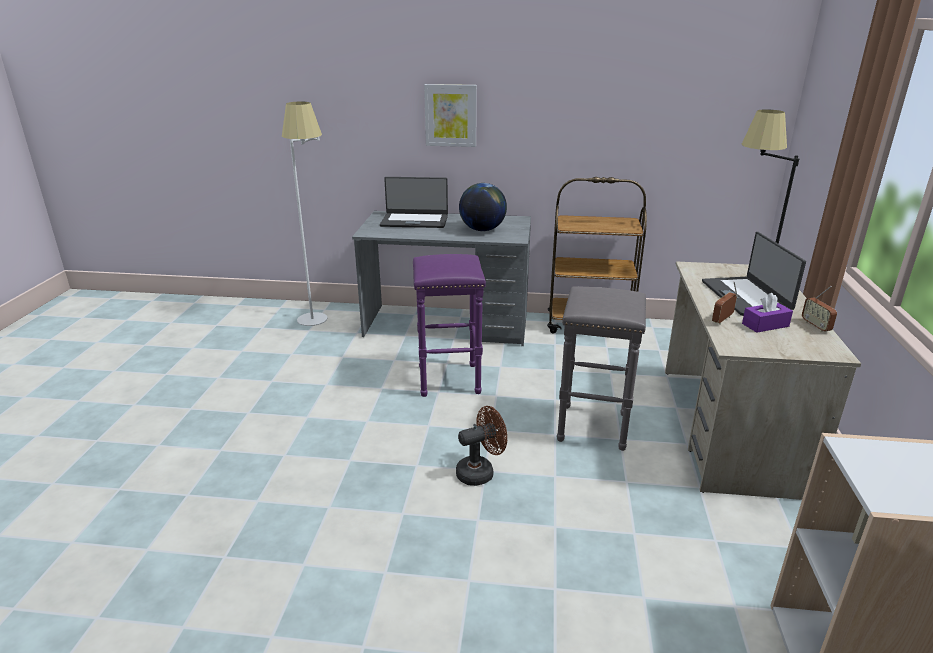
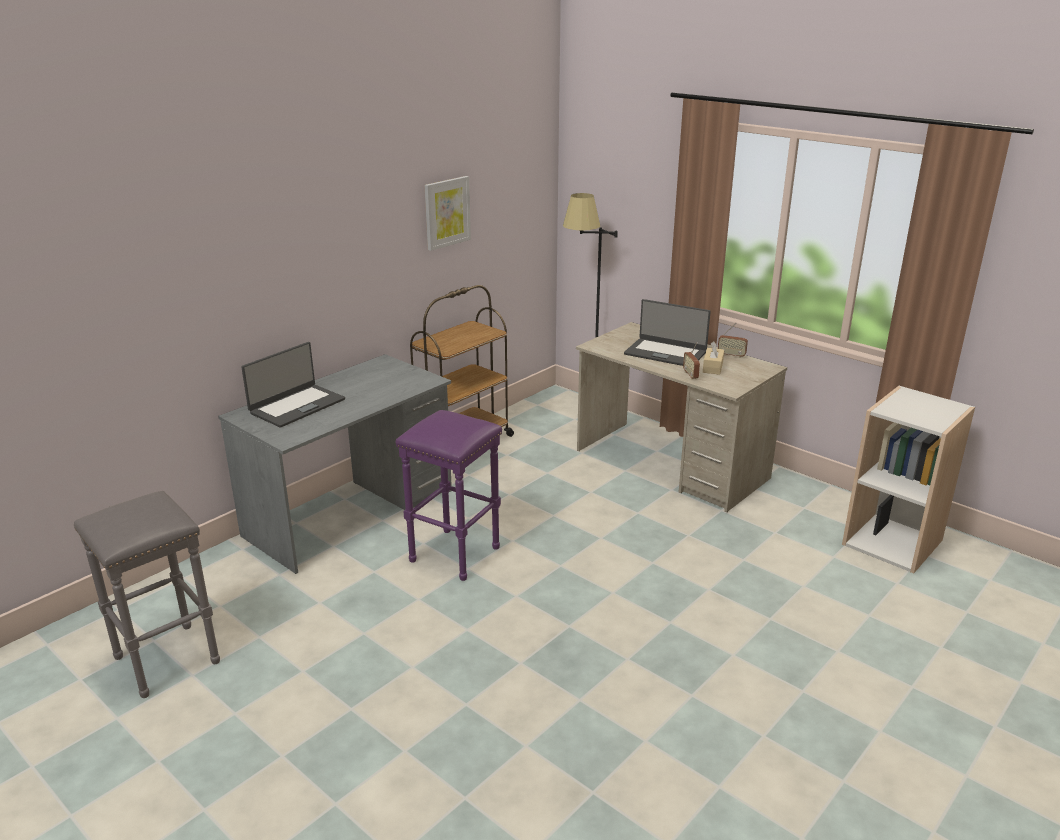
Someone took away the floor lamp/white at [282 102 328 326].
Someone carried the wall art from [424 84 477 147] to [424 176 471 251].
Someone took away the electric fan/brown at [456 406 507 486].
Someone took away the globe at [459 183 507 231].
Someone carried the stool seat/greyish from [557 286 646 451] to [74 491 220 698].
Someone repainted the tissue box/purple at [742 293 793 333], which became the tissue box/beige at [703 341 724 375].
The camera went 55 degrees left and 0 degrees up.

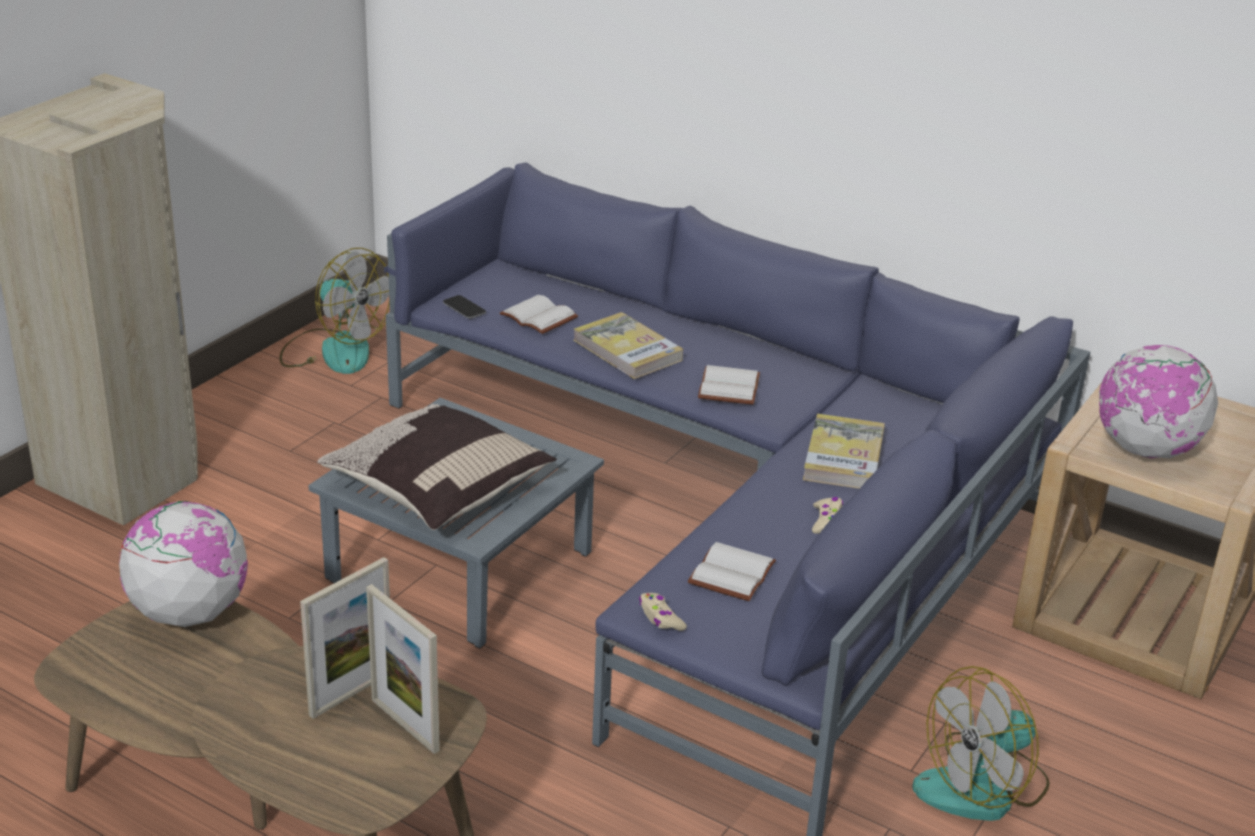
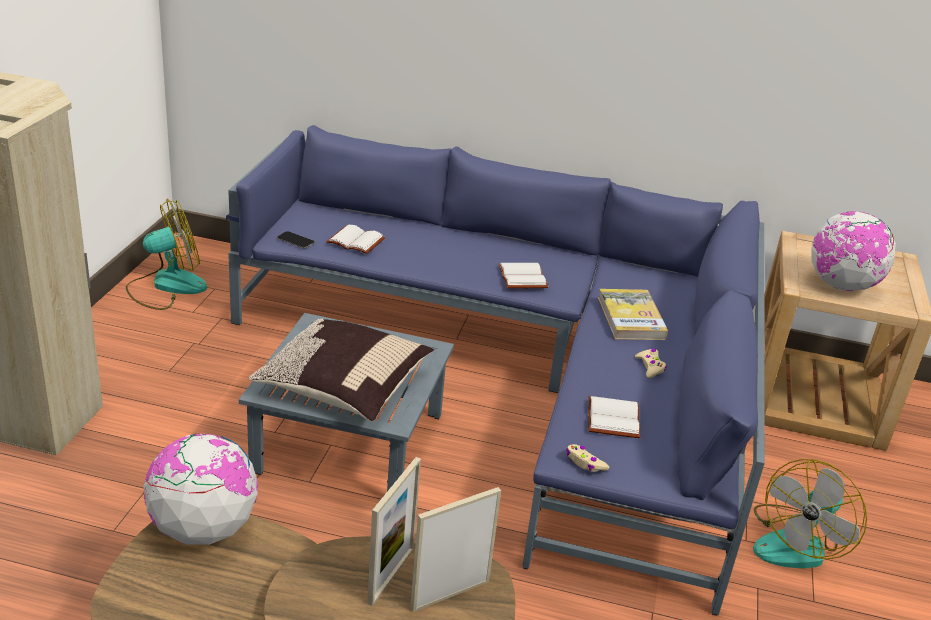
Someone rotated the electric fan at [279 248 390 374] by 45 degrees counterclockwise.
Someone rotated the standing frame at [366 584 440 754] by 120 degrees clockwise.
Someone took away the volume at [573 312 683 379].
The camera went 20 degrees left and 0 degrees up.

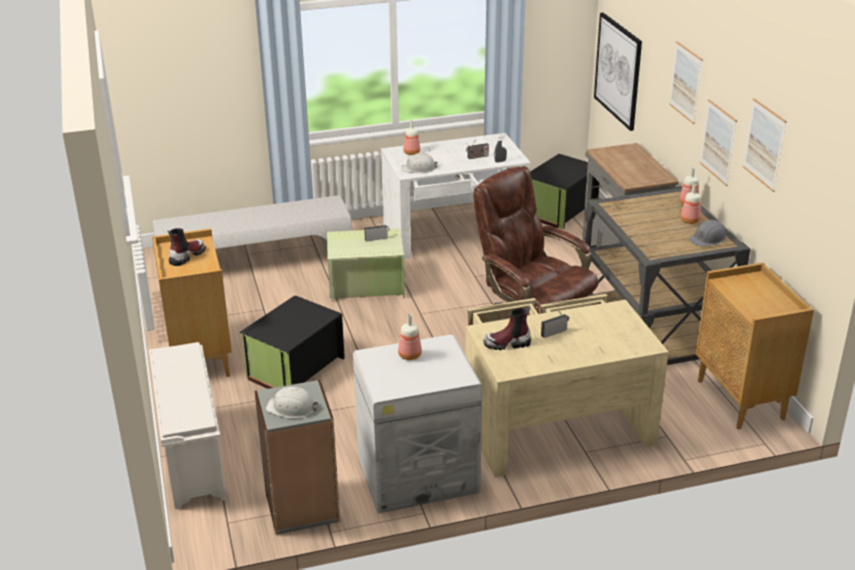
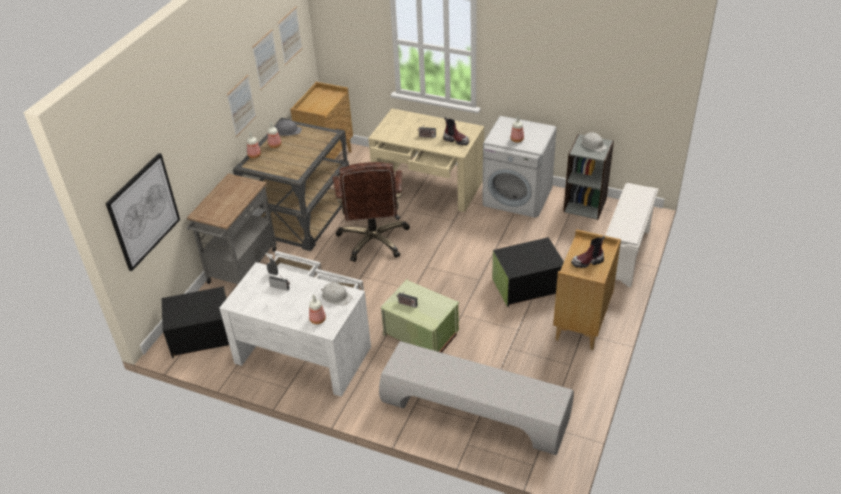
Someone carried the wall art from [669 41 703 124] to [278 7 302 65].
The camera went 140 degrees left and 10 degrees up.

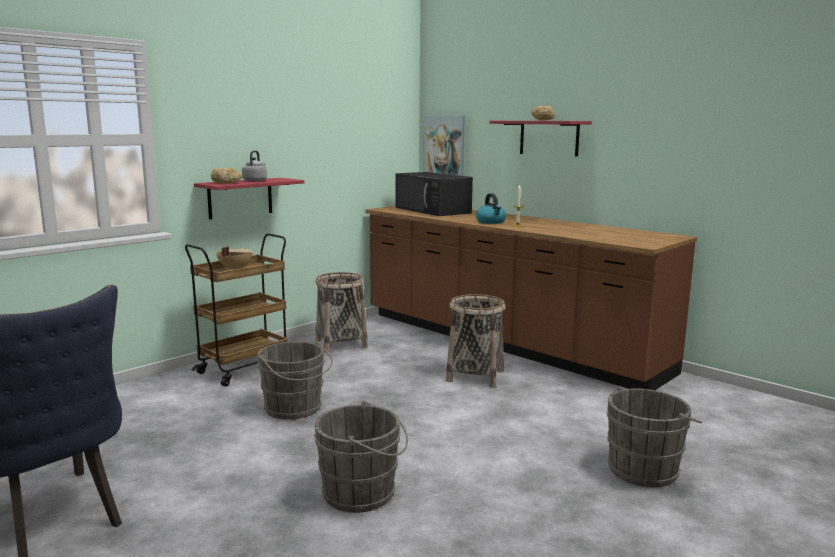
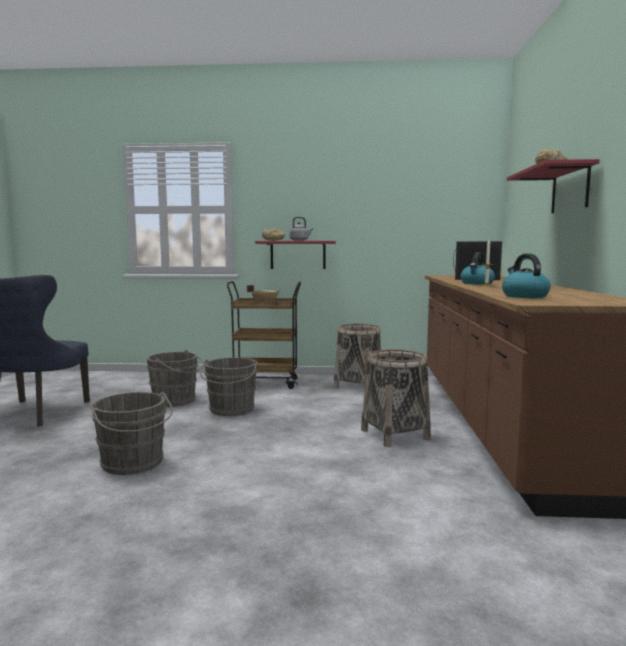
Someone took away the wall art at [424 116 465 176].
Someone carried the pail/greyish from [607 386 702 488] to [146 350 204 407].
Someone put down the tea kettle at [502 253 551 298].
The camera went 50 degrees right and 5 degrees down.

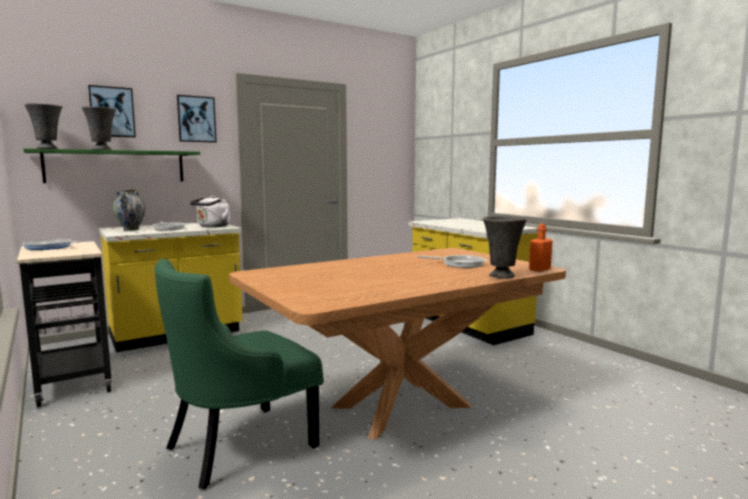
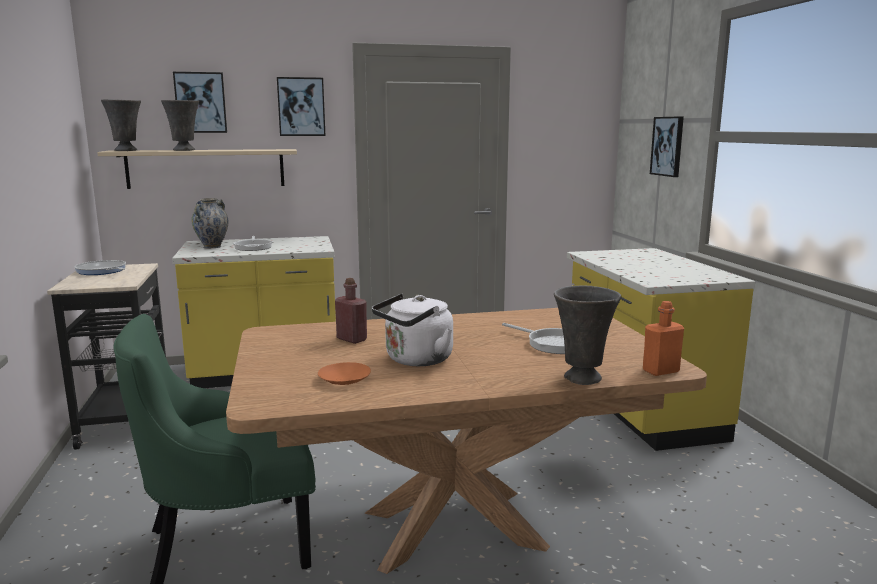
Someone repainted the shelf/green at [23 148 200 183], which became the shelf/beige at [97 149 297 189].
Someone carried the tea kettle/white from [190 196 230 227] to [372 294 453 366].
Someone put down the flat dish/orange at [318 362 371 385].
Someone put down the beverage bottle/reddish at [335 278 367 344].
Someone put up the wall art at [650 116 684 177].
The camera went 20 degrees right and 5 degrees up.

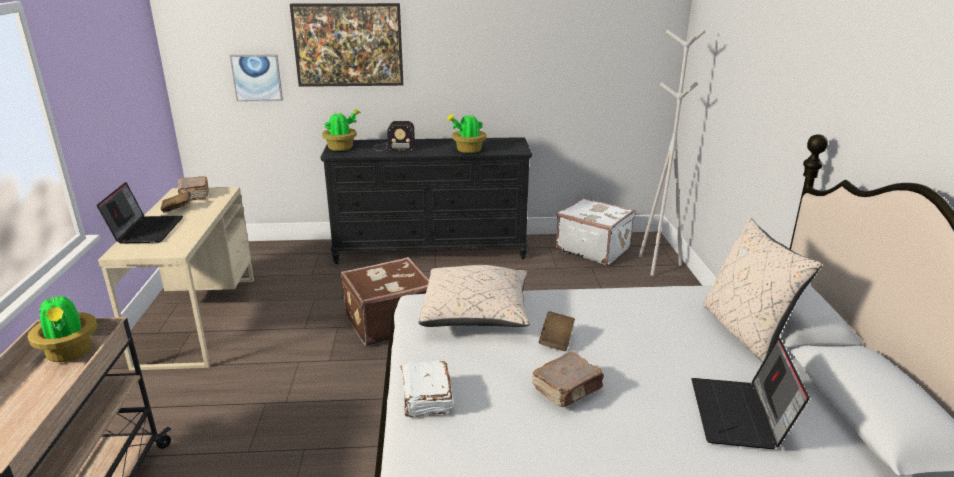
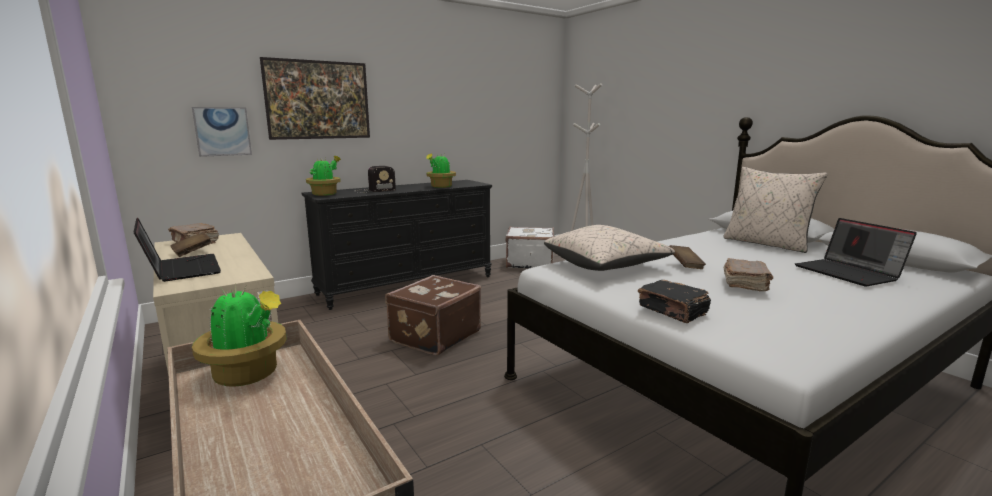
Someone repainted the volume/white at [400 360 454 417], which became the volume/black at [638 280 711 323].
The camera went 30 degrees left and 10 degrees down.

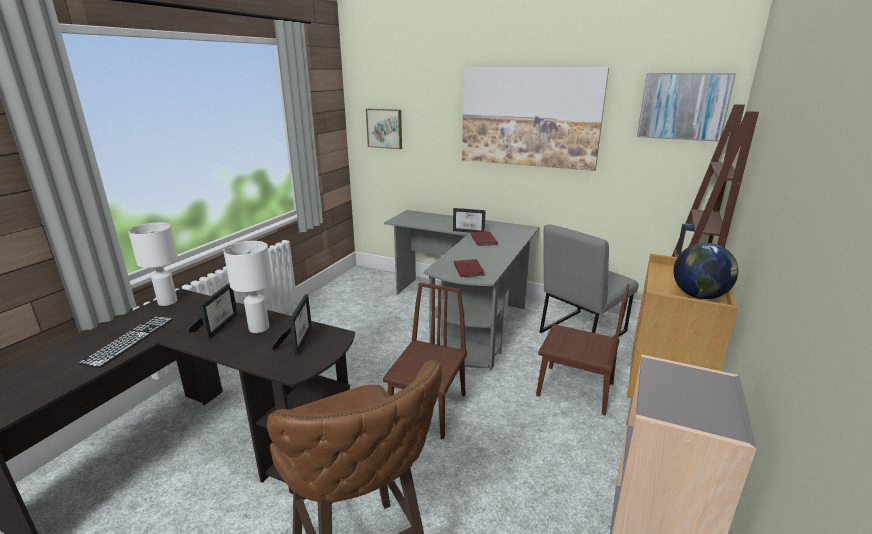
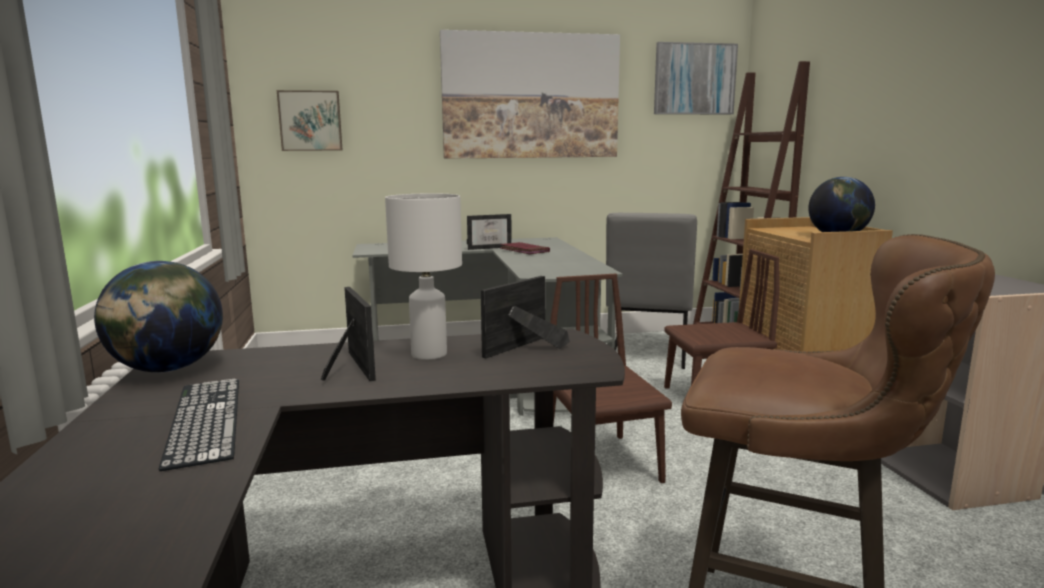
Someone swapped the tabletop lamp/white at [128 223 178 306] for the globe at [94 261 223 373].
Someone rotated the standing frame at [271 294 312 356] by 105 degrees counterclockwise.
Someone took away the volume/reddish at [454 259 485 277].
The camera went 35 degrees left and 10 degrees down.

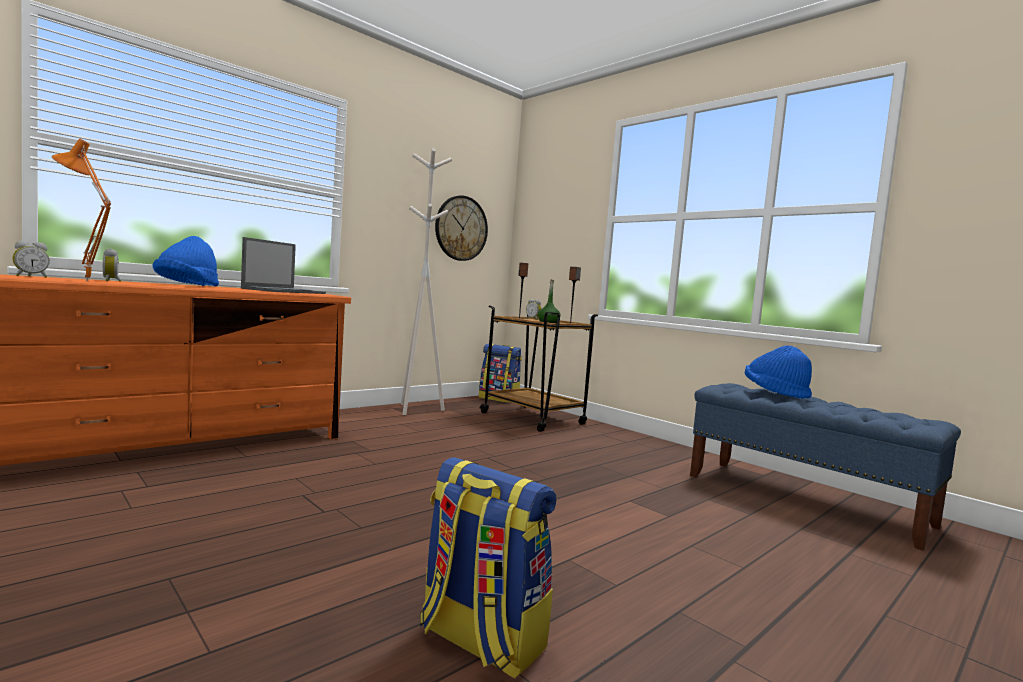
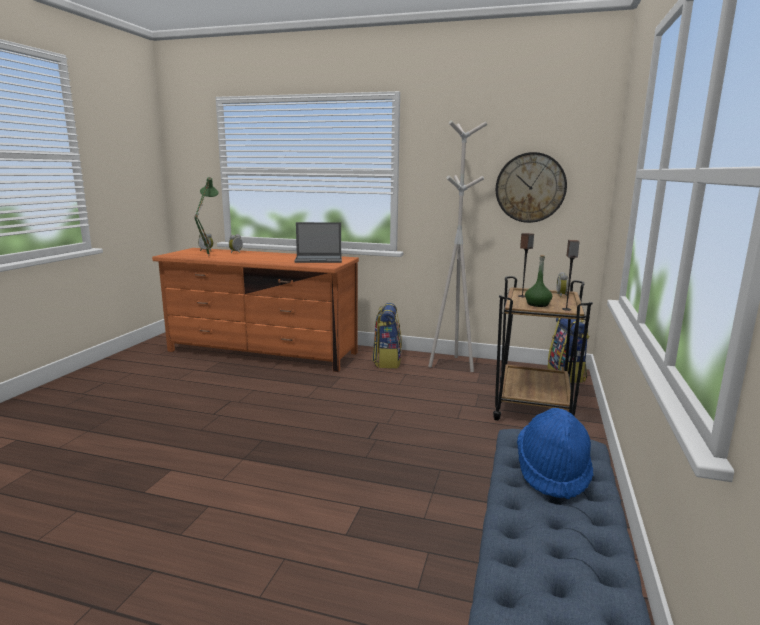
Someone repainted the tabletop lamp/orange at [52 138 111 282], which became the tabletop lamp/green at [194 177 218 255].
Someone took away the hat/blue at [153 236 219 287].
Someone carried the rucksack from [420 457 556 679] to [372 303 402 368].
The camera went 60 degrees right and 10 degrees up.

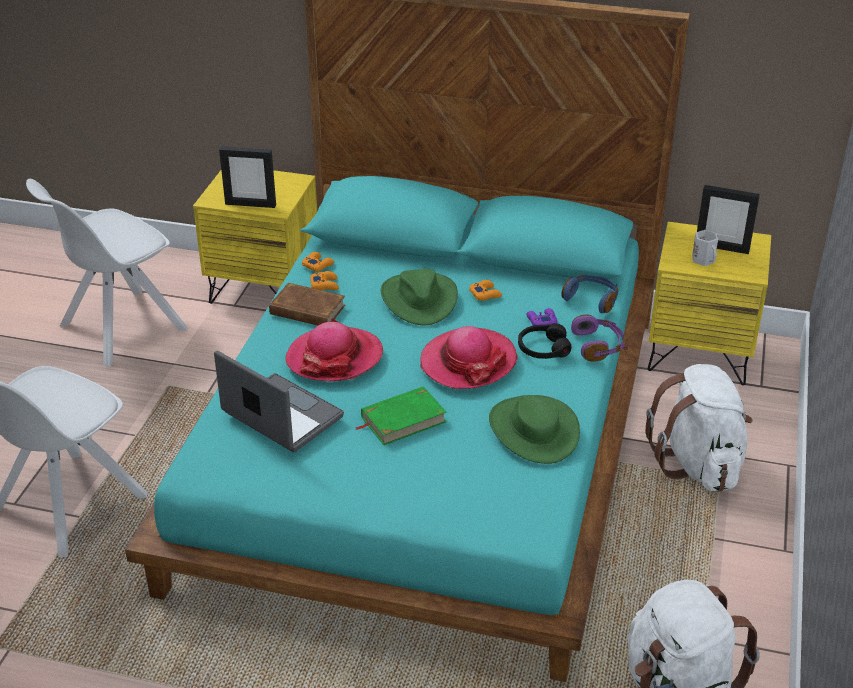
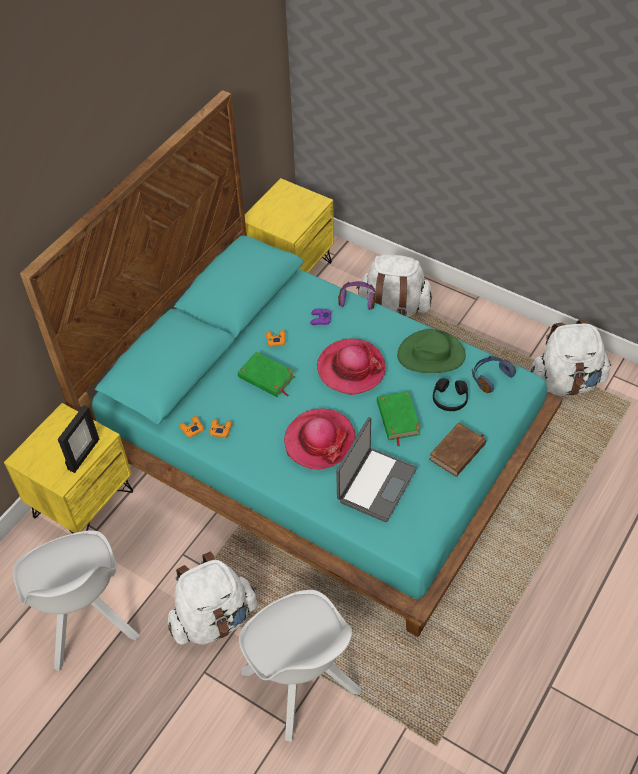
Someone rotated the notebook computer at [214 351 344 452] by 150 degrees clockwise.
Someone carried the volume/brown from [269 283 345 325] to [429 422 486 477].
Someone swapped the hat/green at [381 269 458 325] for the volume/green at [238 352 295 397].
Someone carried the headset/black from [518 323 572 359] to [433 378 468 411].
Someone carried the headset/blue from [562 275 618 313] to [472 356 516 393].
Someone took away the tea mug/white at [692 230 718 266].
Someone took away the standing frame at [697 185 760 254].
Someone put down the rucksack/white at [168 552 257 645].
The camera went 70 degrees left and 15 degrees up.

